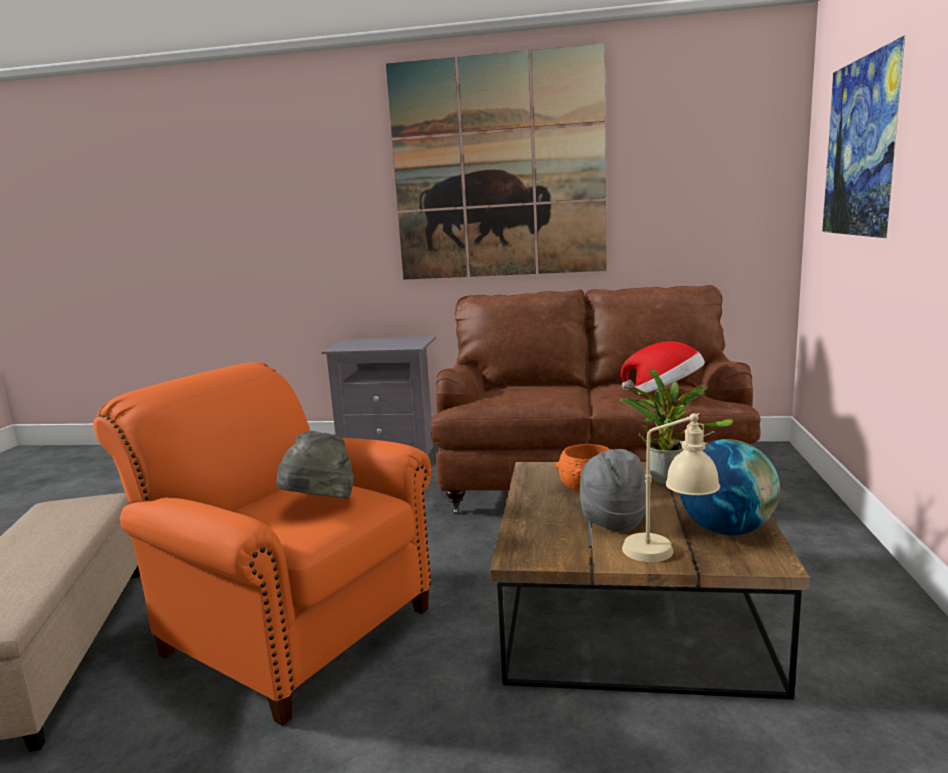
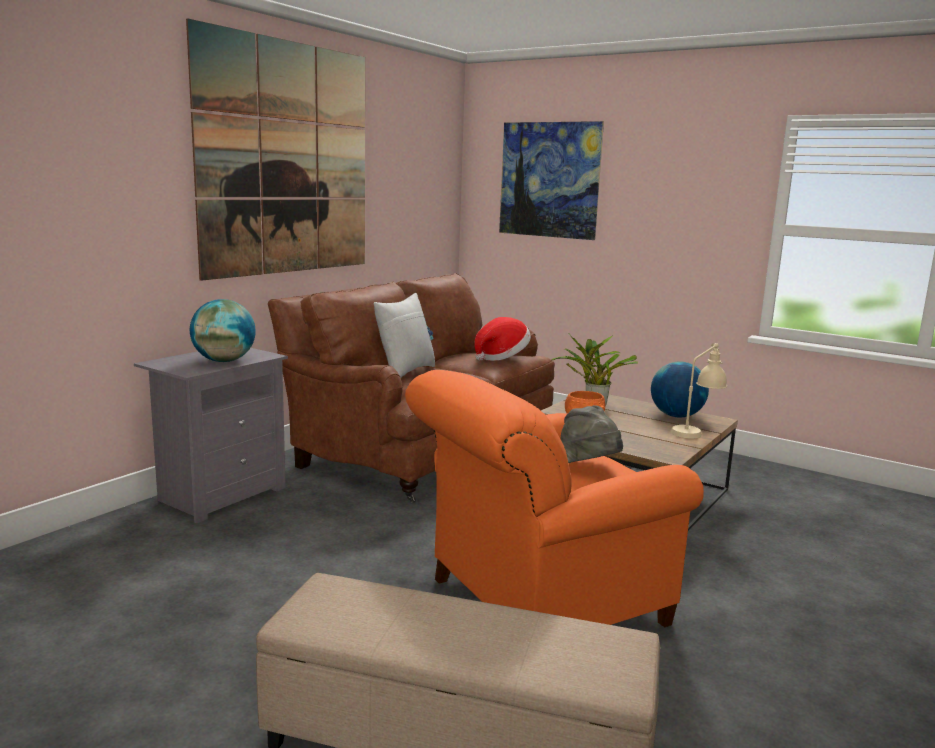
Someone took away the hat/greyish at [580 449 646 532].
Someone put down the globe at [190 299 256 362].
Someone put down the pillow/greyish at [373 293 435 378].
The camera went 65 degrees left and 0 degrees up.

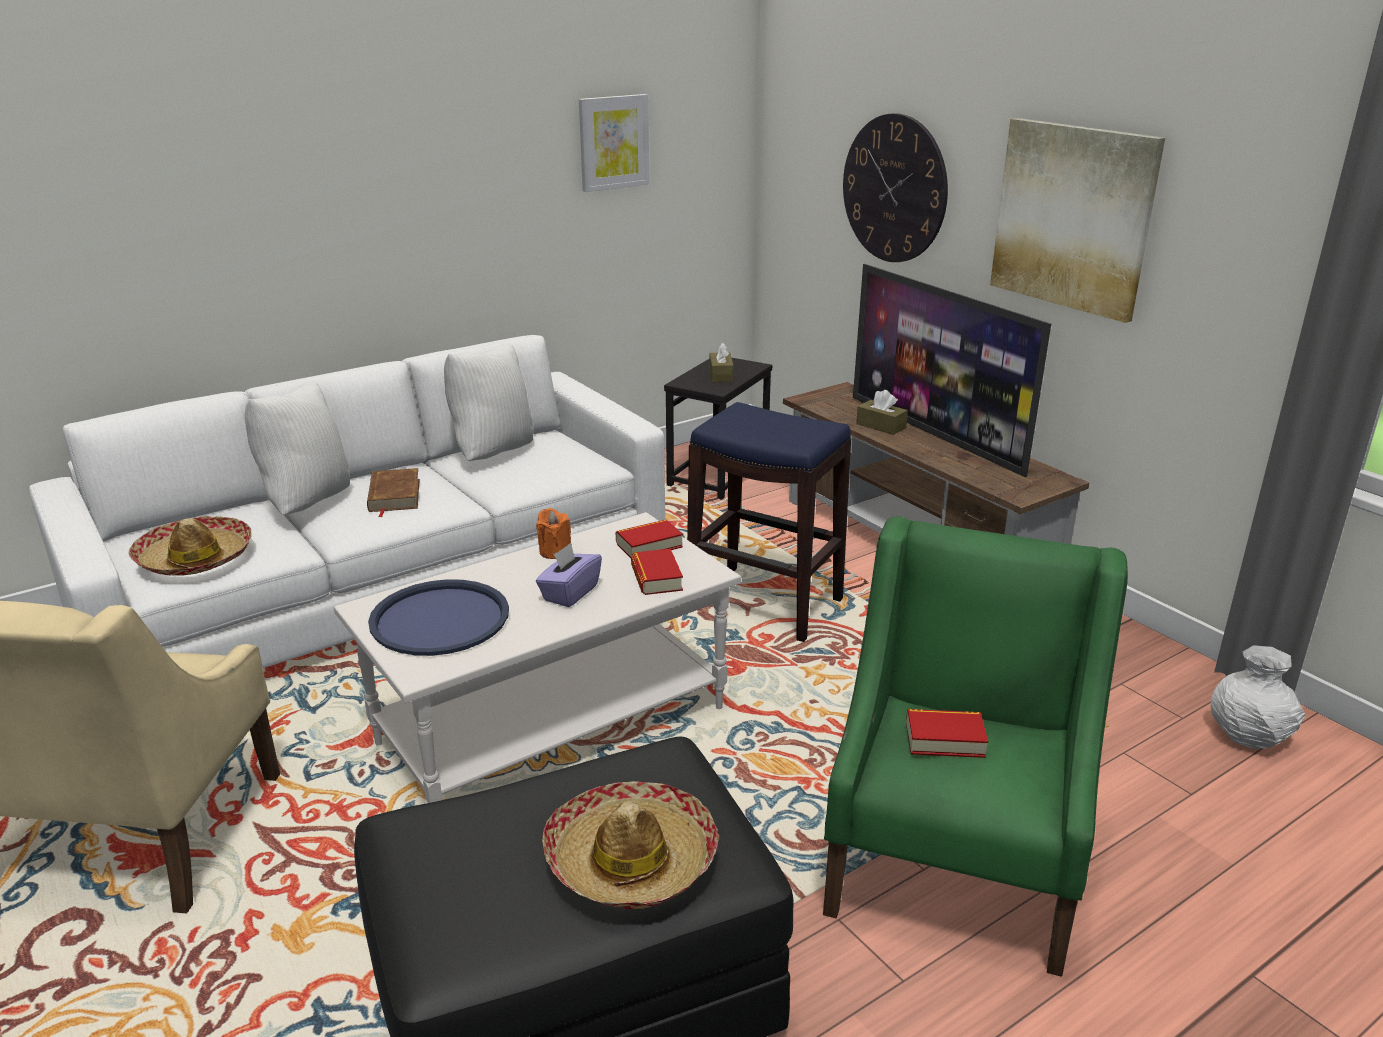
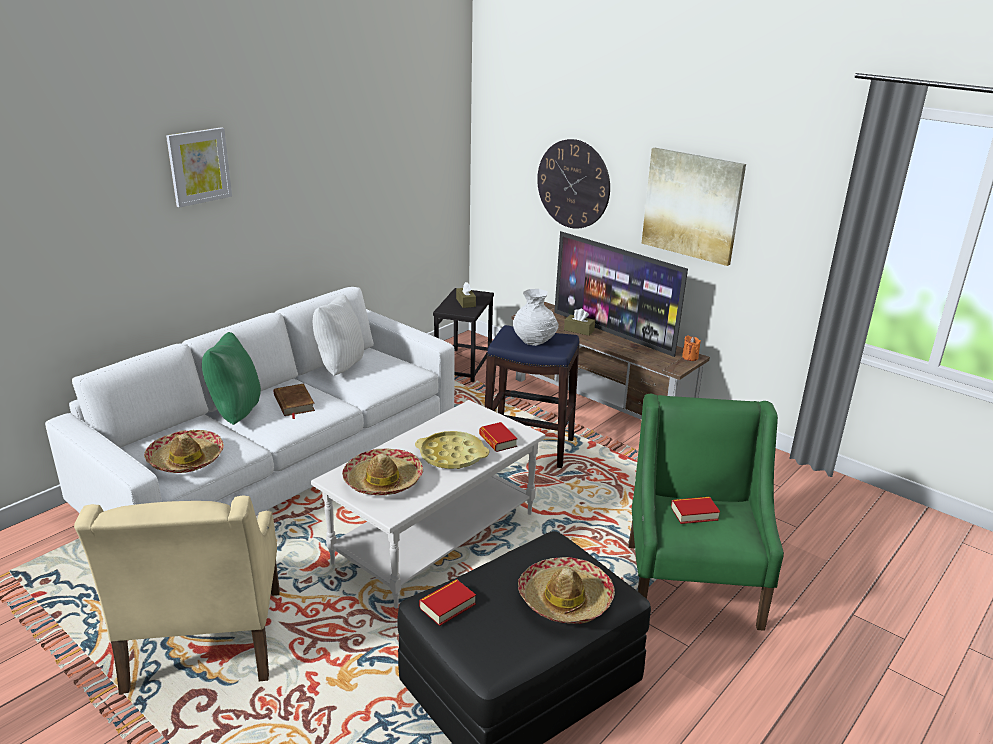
Someone repainted the pillow/white at [245 380 350 516], which became the pillow/green at [202 332 261 425].
Someone swapped the carrying tray/blue at [368 579 509 656] for the hat at [342 448 423 495].
Someone carried the candle/orange from [536 508 572 559] to [682 335 701 361].
Someone swapped the tissue box/purple at [536 543 602 607] for the carrying tray/yellow-coloured at [415 431 489 469].
Someone carried the wall art from [579 94 649 192] to [166 127 232 208].
Someone carried the volume from [616 519 683 558] to [419 579 476 626].
Someone carried the flower vase/white from [1211 645 1305 749] to [513 289 559 346].
The camera went 15 degrees left and 0 degrees up.

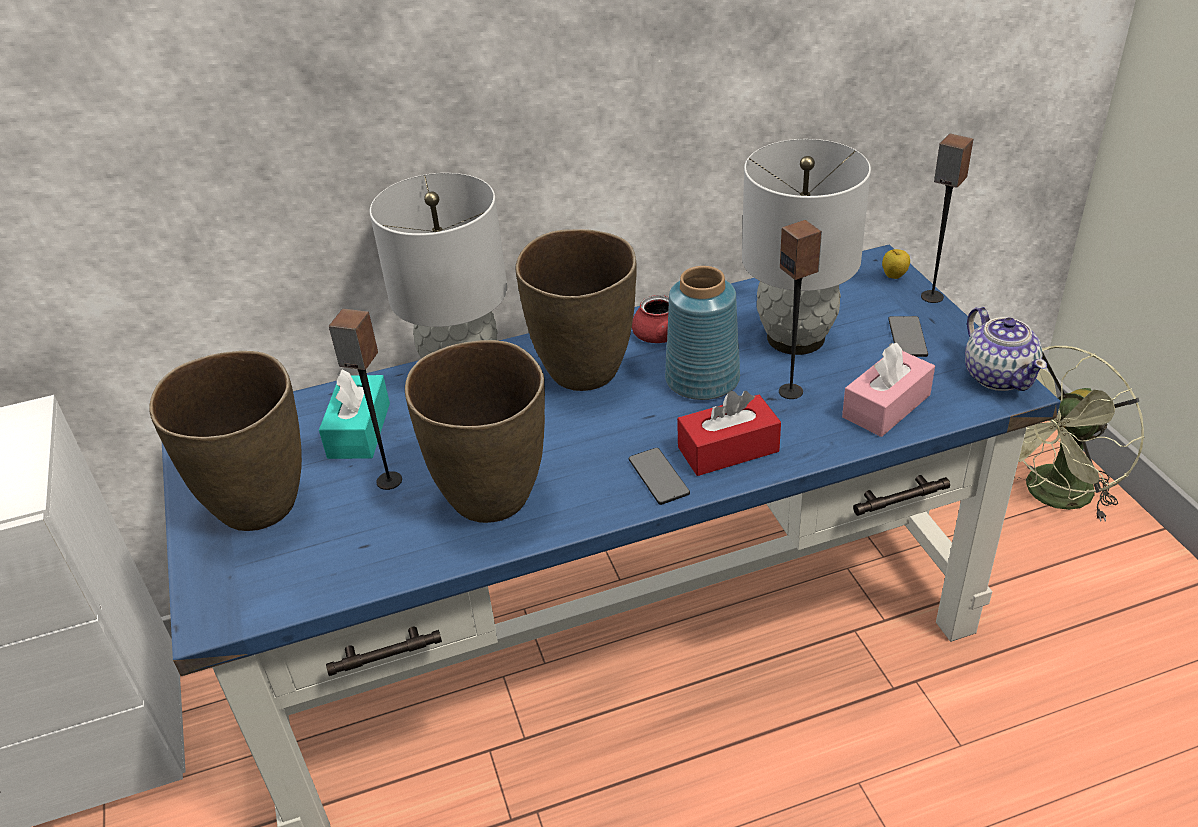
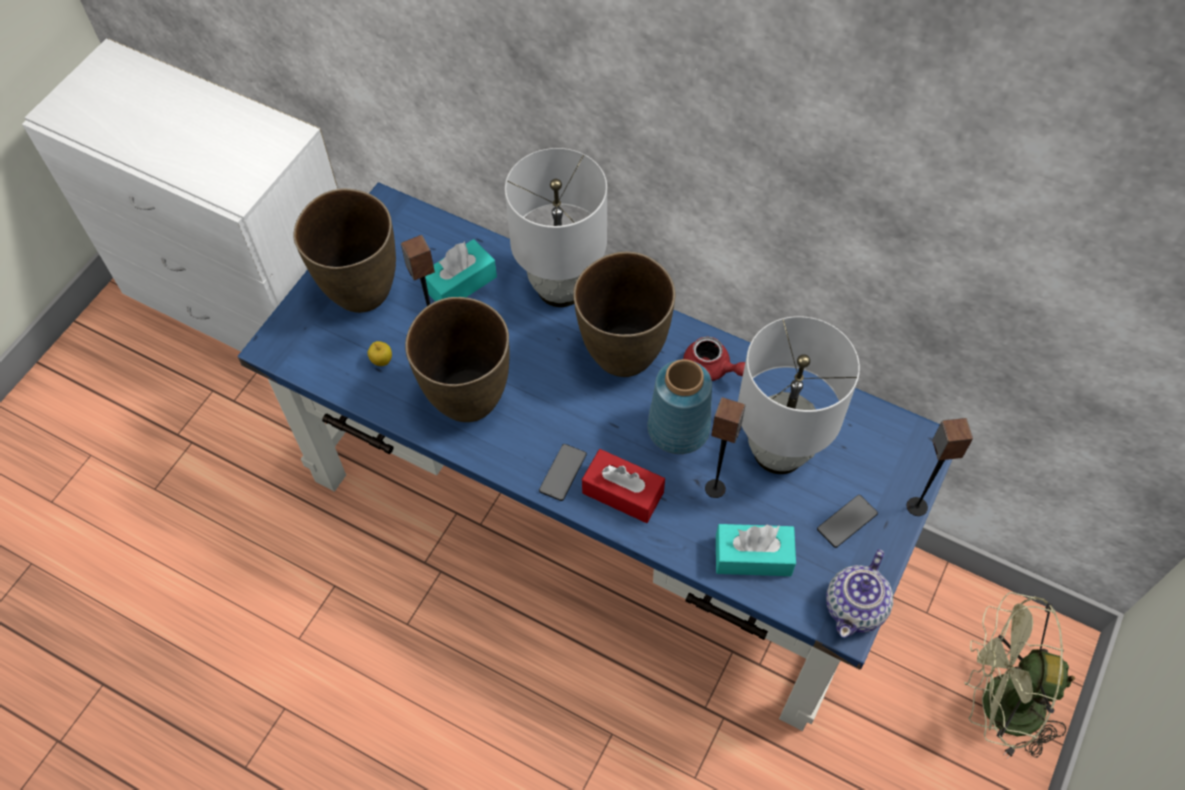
Someone repainted the tissue box/pink-coloured at [842 343 935 437], which became the tissue box/turquoise at [716 524 796 576].
Someone carried the whole apple from [882 249 910 279] to [367 341 392 366].
The camera went 45 degrees right and 20 degrees up.

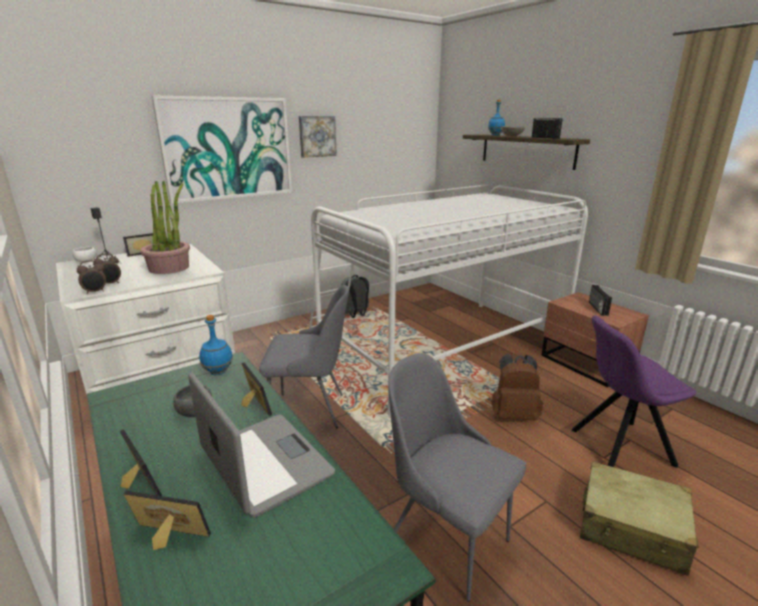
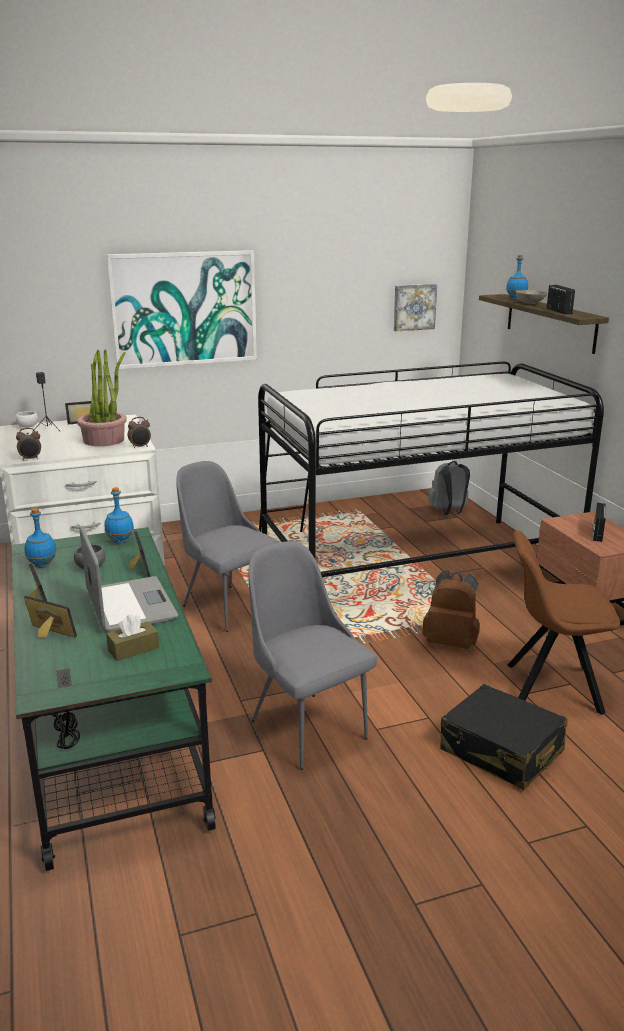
Someone carried the alarm clock from [93 253 121 284] to [127 417 151 448].
Someone rotated the plain chair/greyish at [259 285 348 428] by 150 degrees counterclockwise.
Someone carried the wall art from [299 116 337 158] to [394 284 437 331].
Someone repainted the bedroom bed/white at [309 185 588 416], which became the bedroom bed/black at [258 362 604 577].
Someone carried the rucksack/greyish from [341 275 369 318] to [428 461 470 515].
Someone repainted the plain chair/purple at [571 316 696 468], which became the plain chair/brown at [507 530 620 715].
Someone repainted the piece of luggage/beige at [580 461 699 576], which became the piece of luggage/black at [440 684 568 790].
Someone put down the beverage bottle/blue at [24 508 57 568].
Someone put down the tissue box/brown at [106 614 159 661].
The camera went 15 degrees right and 0 degrees up.

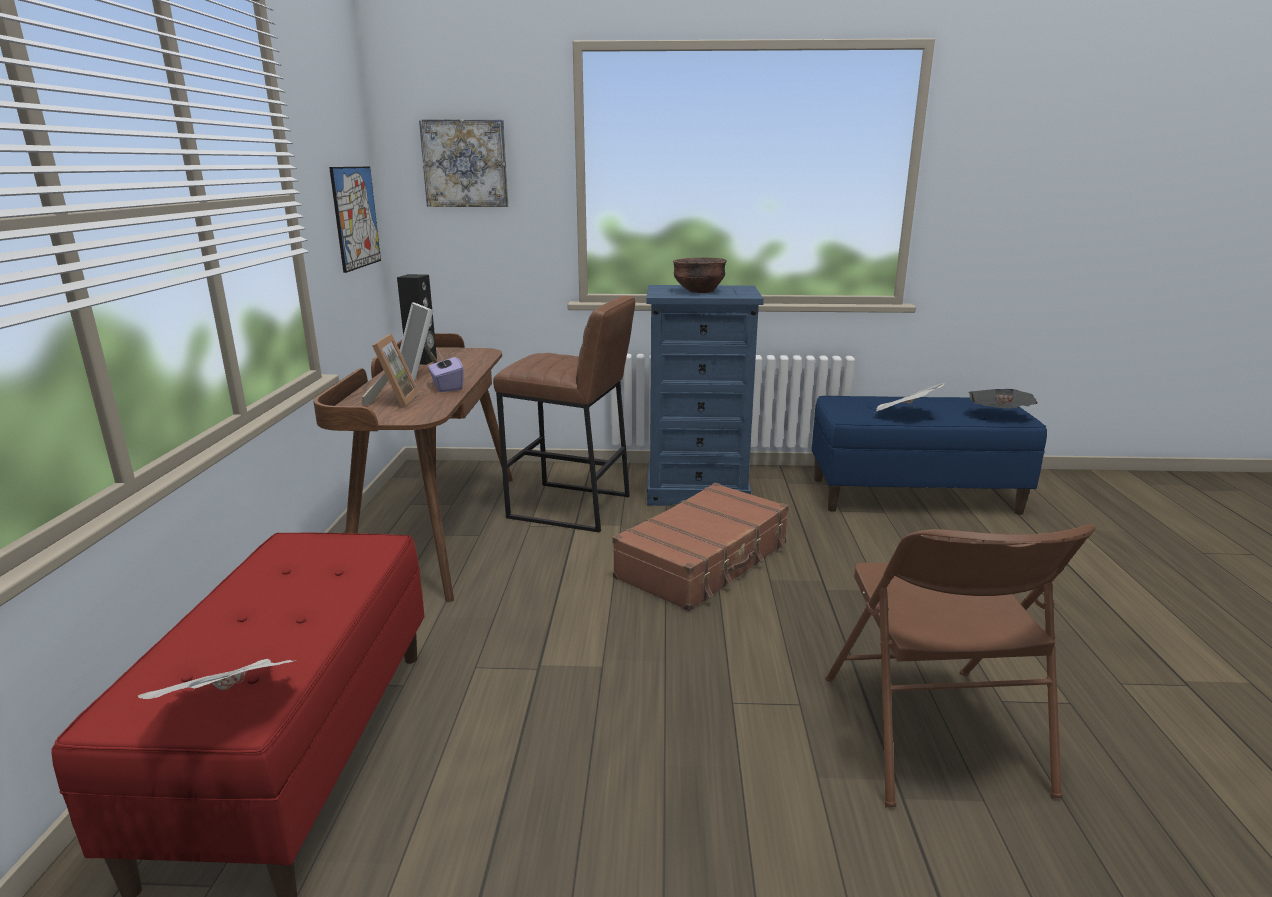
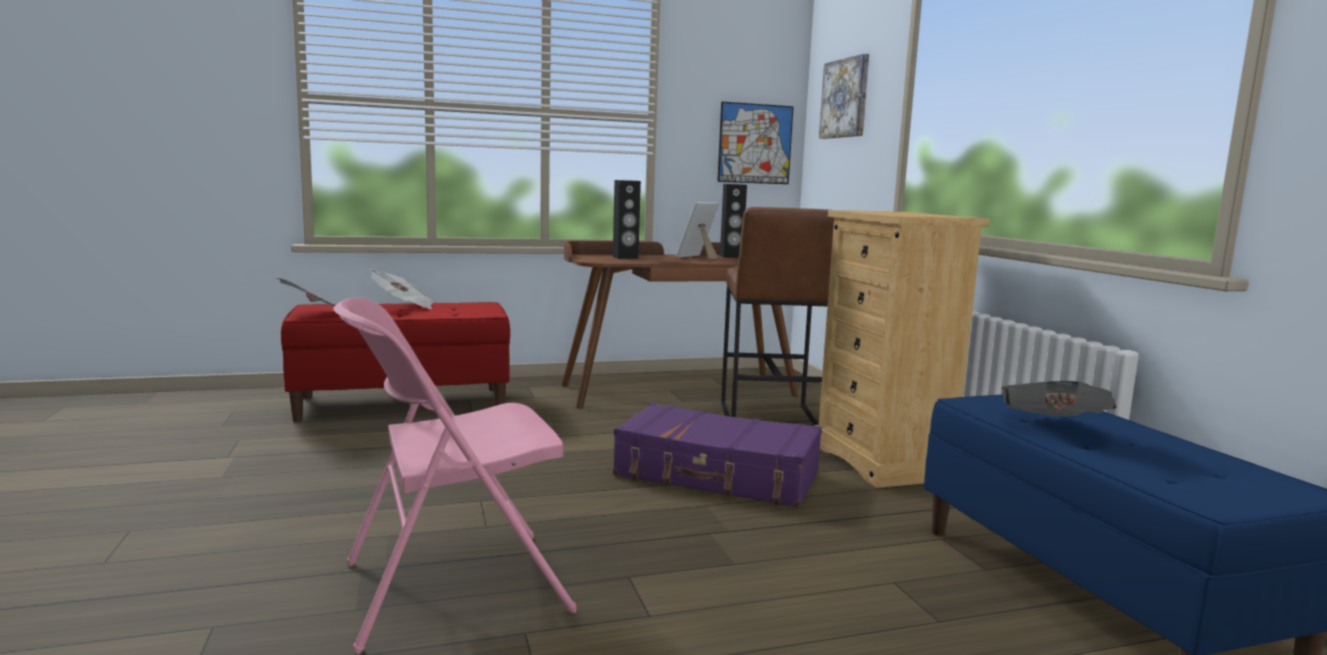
Someone swapped the standing frame at [361 334 419 407] for the speaker/black at [613 180 641 259].
Someone took away the tissue box/purple at [428 353 464 392].
Someone repainted the piece of luggage/brown at [612 483 789 611], which became the piece of luggage/purple at [613 403 822 508].
Someone repainted the drawer chest/blue at [646 285 764 506], which became the drawer chest/beige at [814 210 990 488].
Someone took away the bowl/brown at [673 258 727 293].
Someone repainted the plain chair/brown at [825 524 1095 807], which became the plain chair/pink-coloured at [333 298 576 654].
Someone carried the newspaper from [968 389 1038 408] to [369 269 433 309].
The camera went 70 degrees right and 10 degrees down.

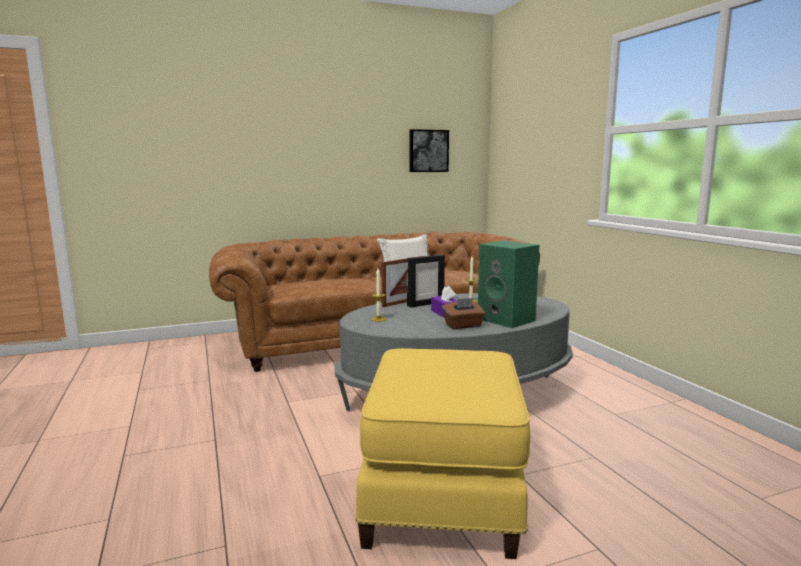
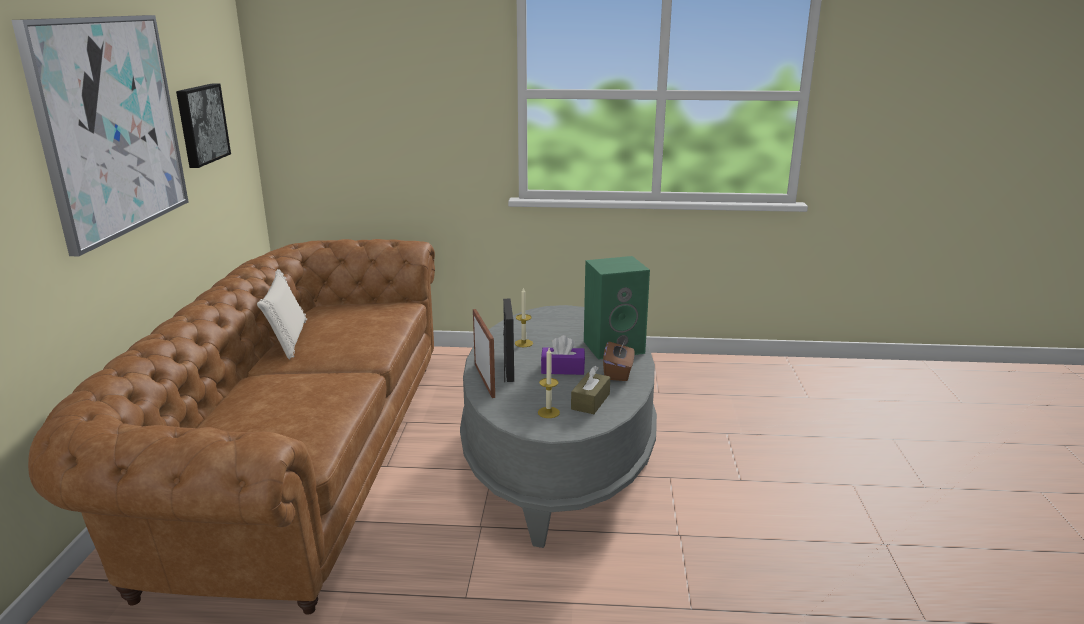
Someone took away the ottoman/yellow-coloured at [356 348 530 559].
Someone put up the wall art at [11 15 189 256].
Someone put down the tissue box/brown at [571 366 610 414].
The camera went 65 degrees left and 10 degrees up.

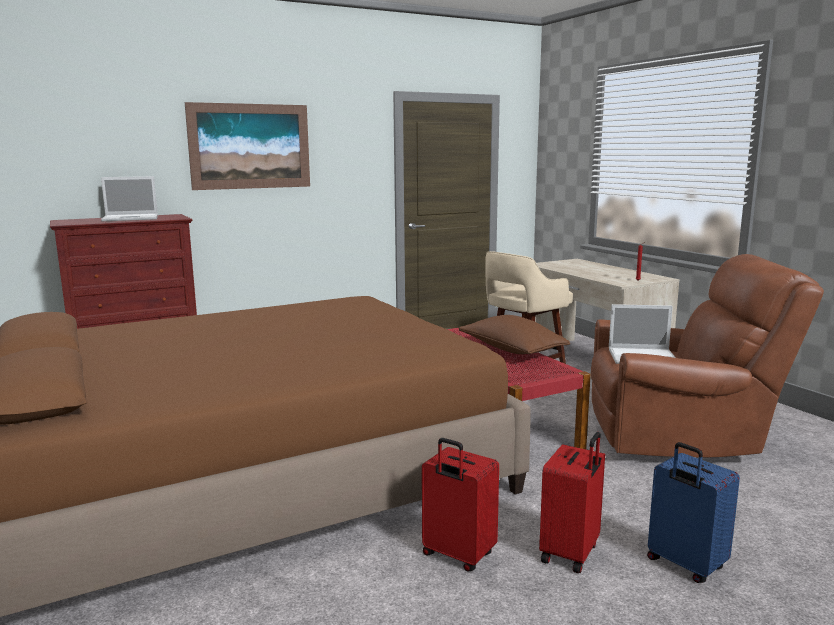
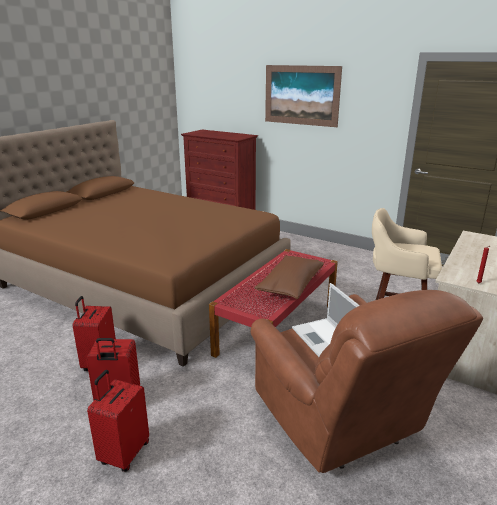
Someone took away the notebook computer at [101 176 158 221].
Someone repainted the piece of luggage/blue at [647 442 740 583], which became the piece of luggage/reddish at [87 370 149 472].
The camera went 60 degrees right and 10 degrees up.

